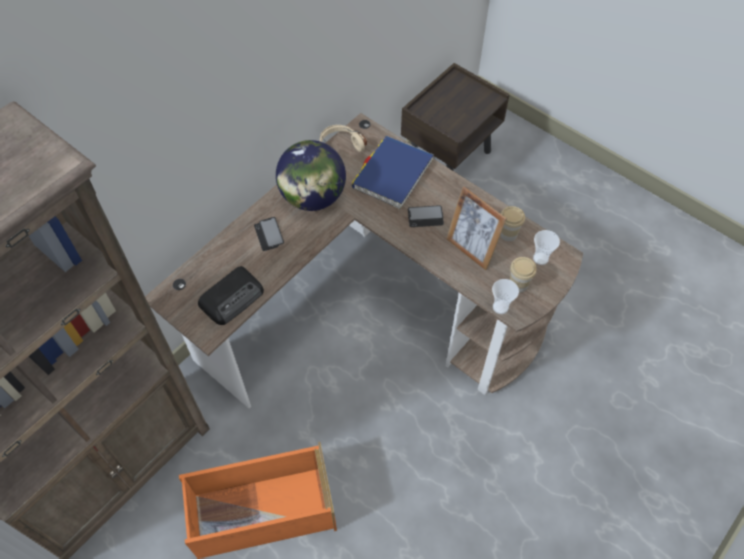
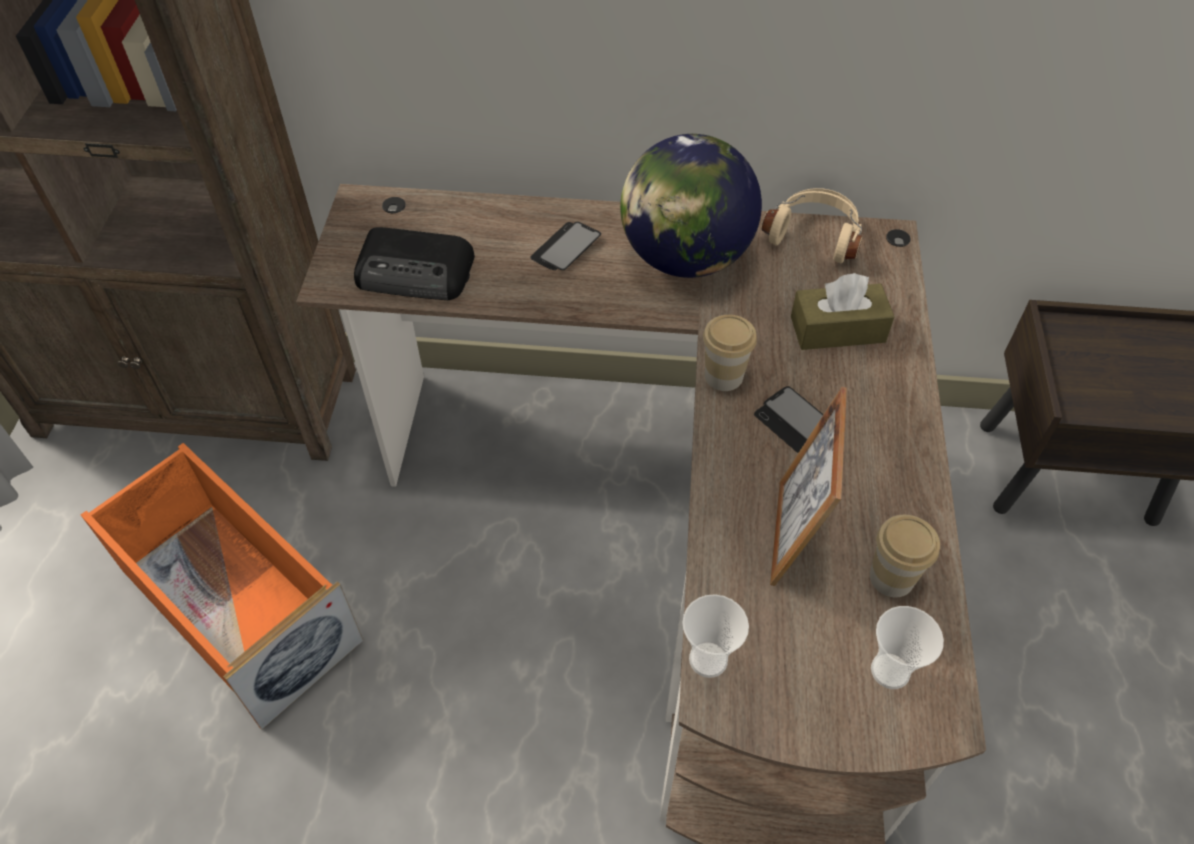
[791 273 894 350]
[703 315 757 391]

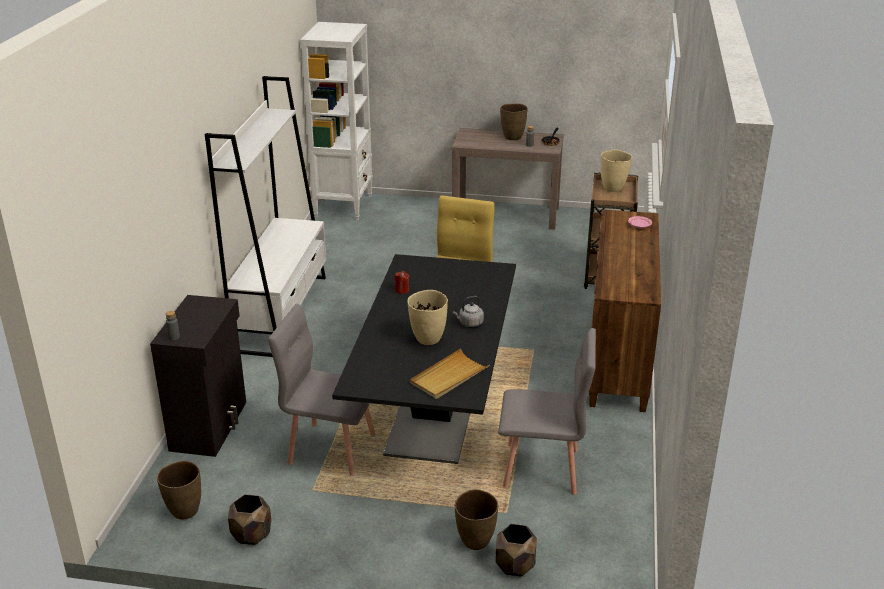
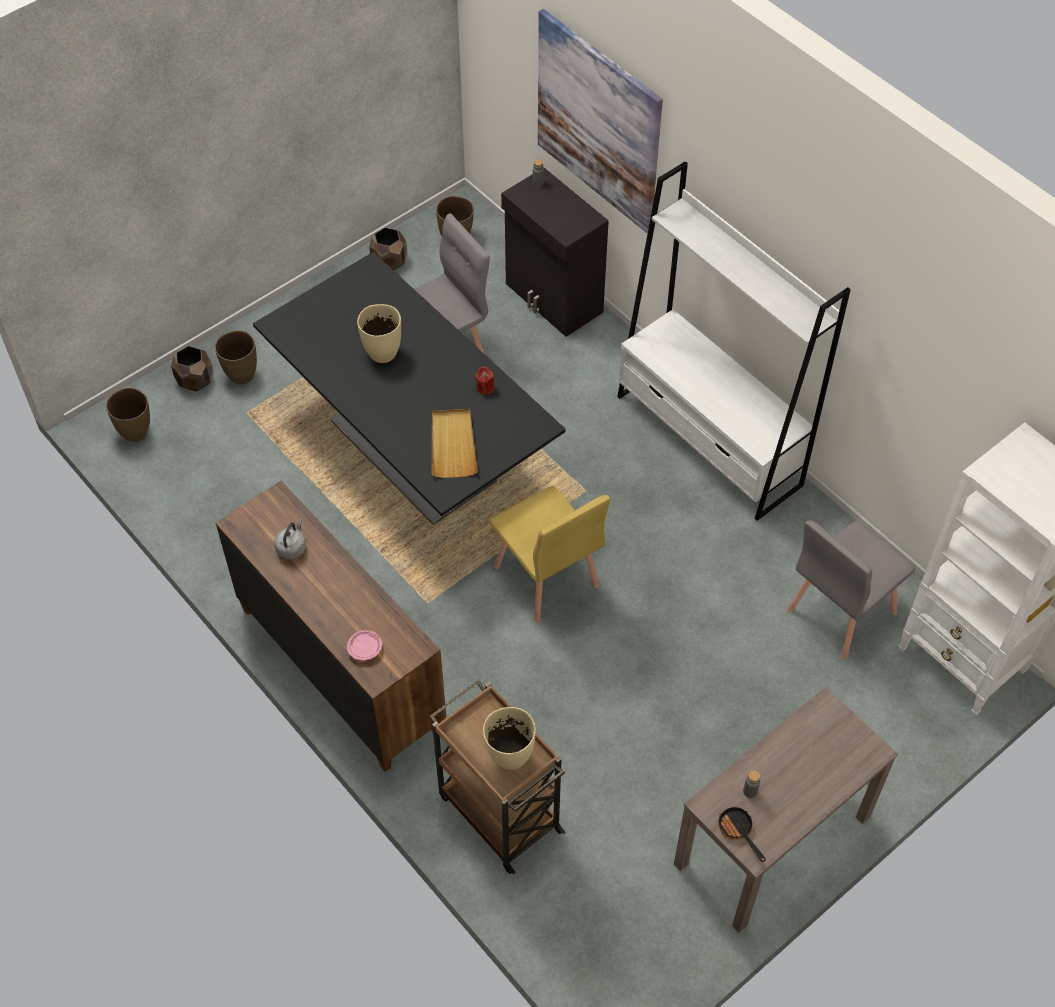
[106 388 150 442]
[274 519 306 559]
[787 520 915 659]
[432 409 478 478]
[538 9 663 233]

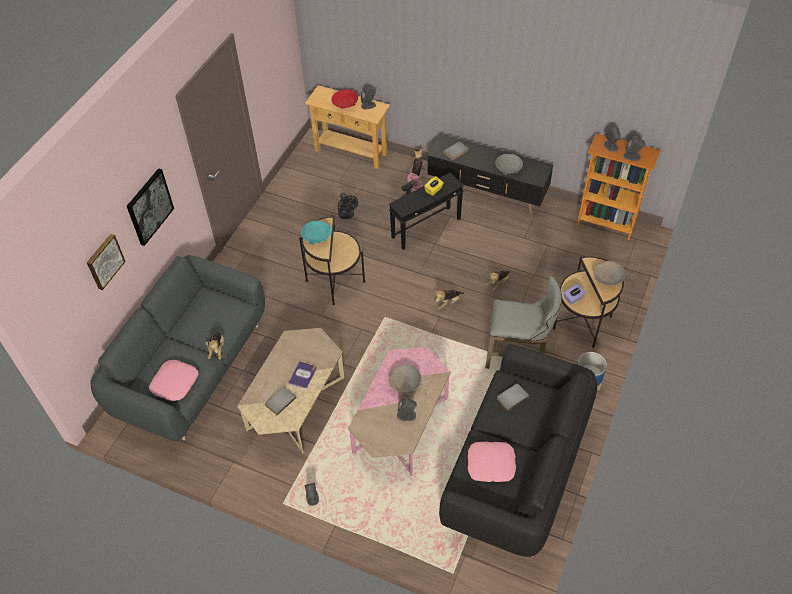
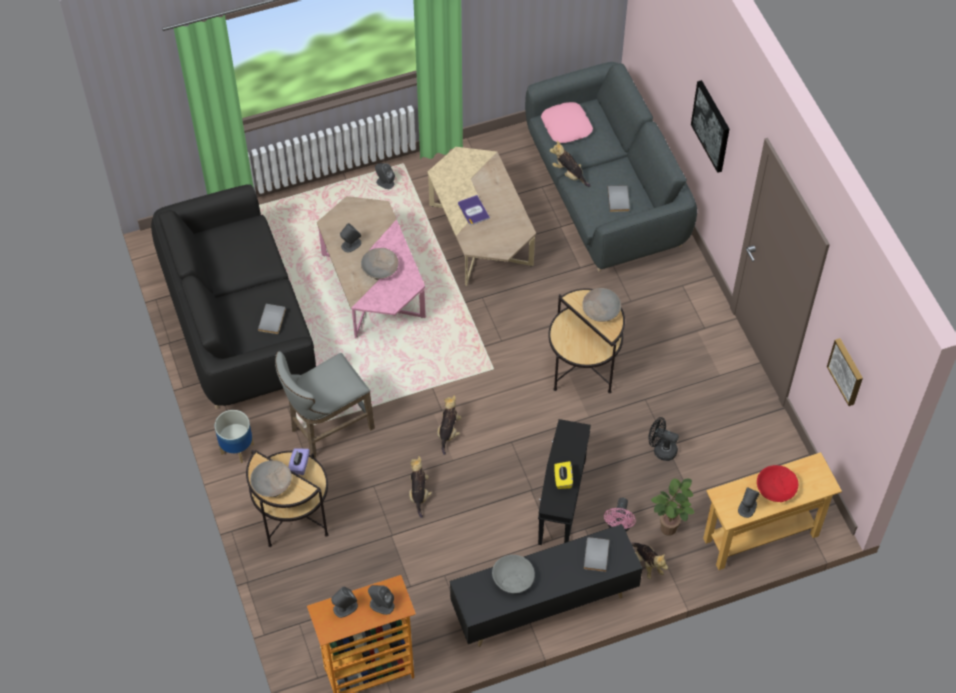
[582 288 621 322]
[827 338 863 406]
[608 185 630 212]
[468 442 516 482] (first image)
[651 478 695 536]

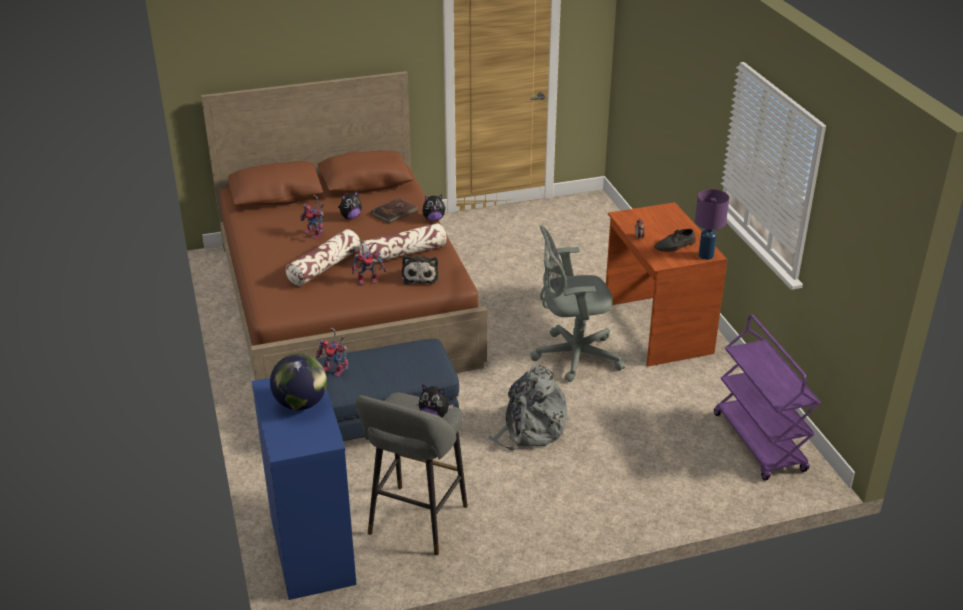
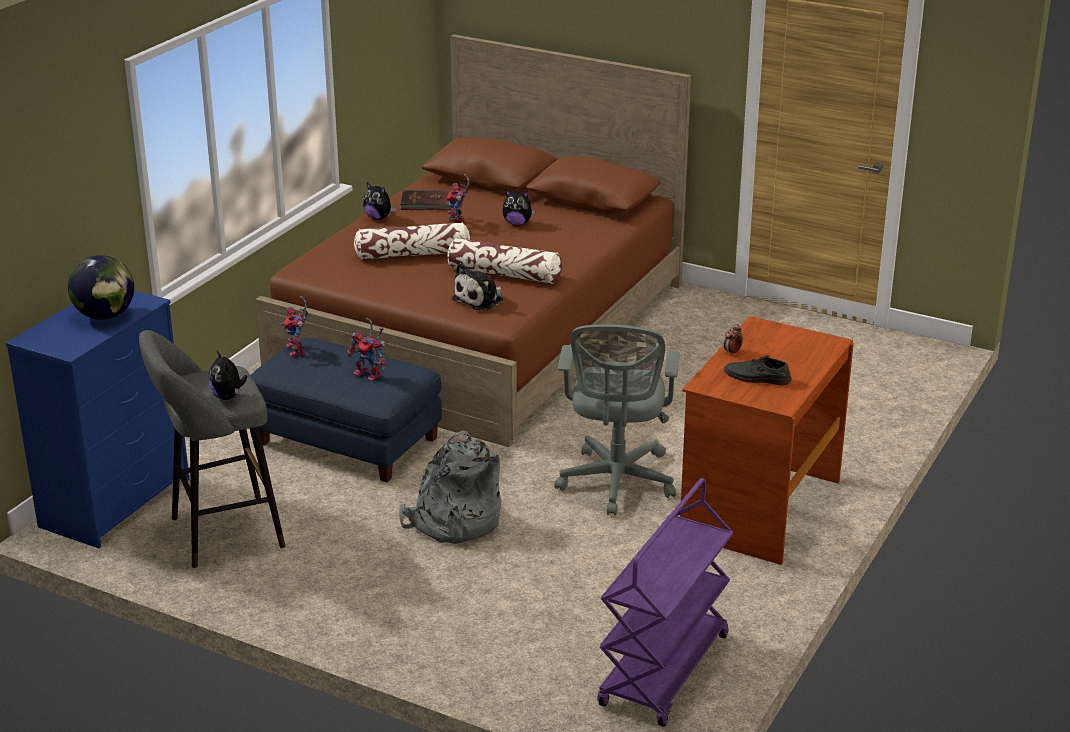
[695 189 729 260] (first image)
[363 183 396 220]
[400 190 450 210]
[554 324 680 516]
[346 318 386 381]

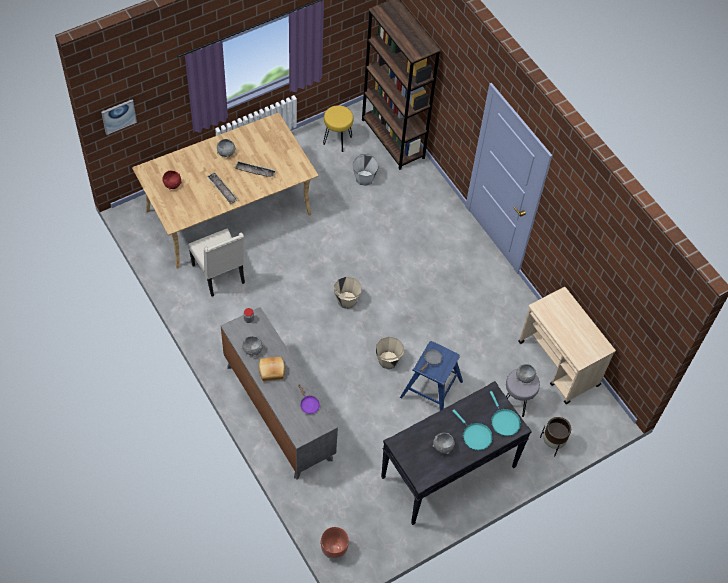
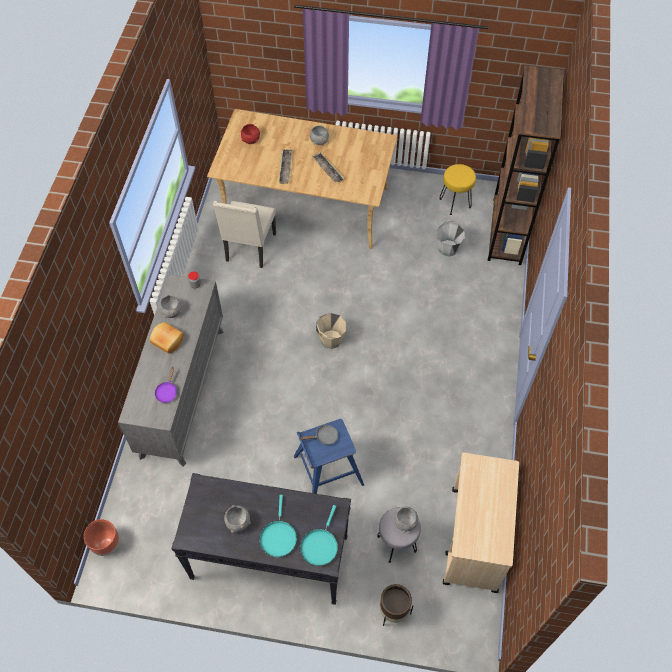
[101 100 137 135] (first image)
[376 337 404 369] (first image)

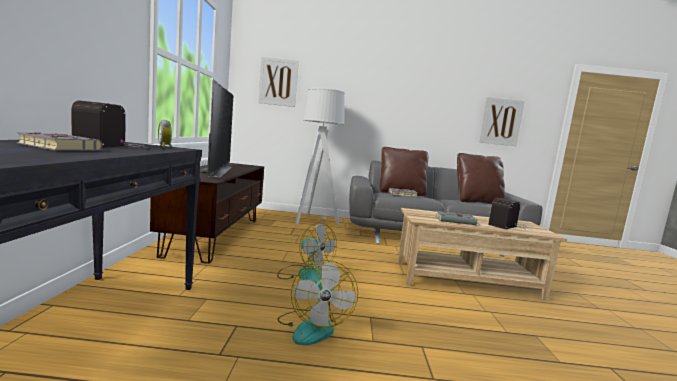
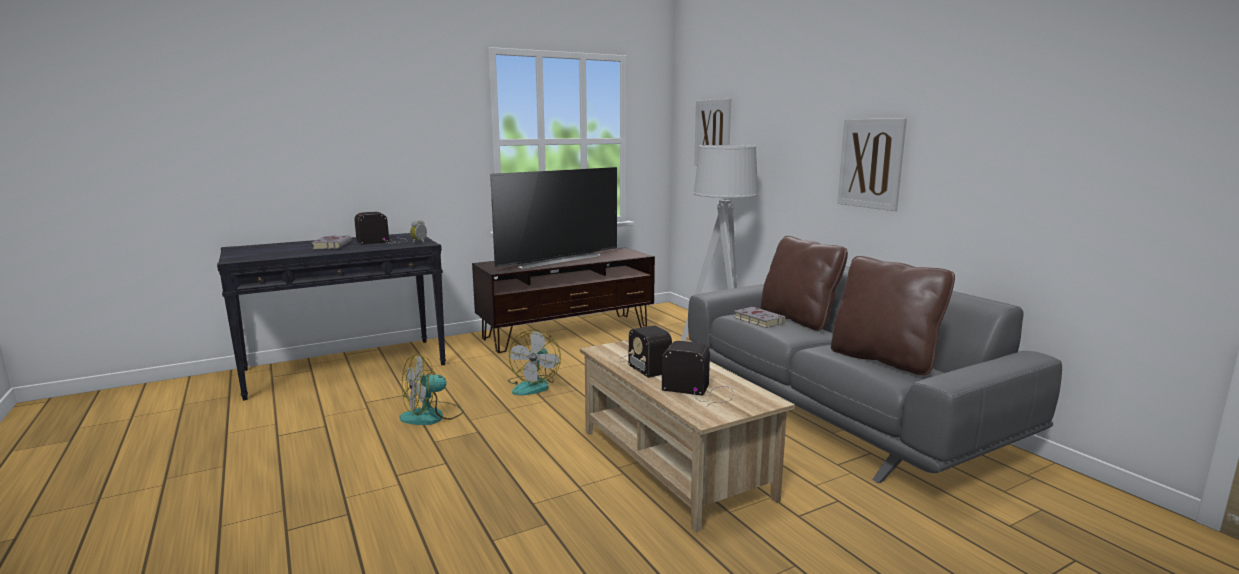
[837 118 907 211]
[619 325 672 378]

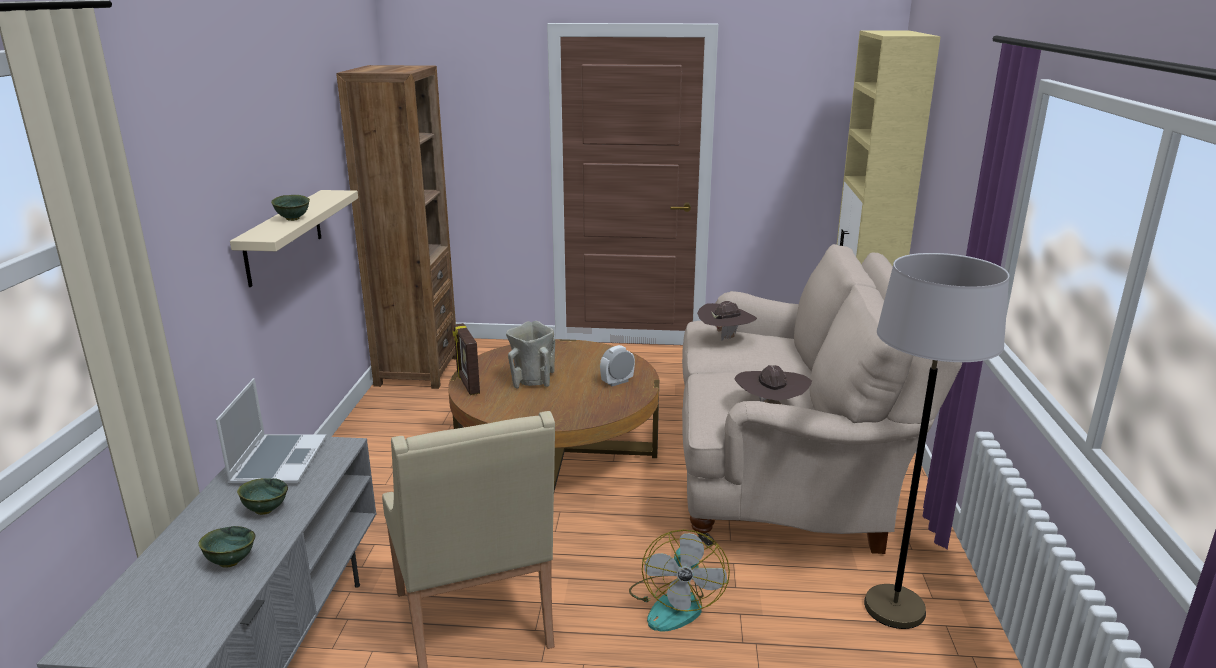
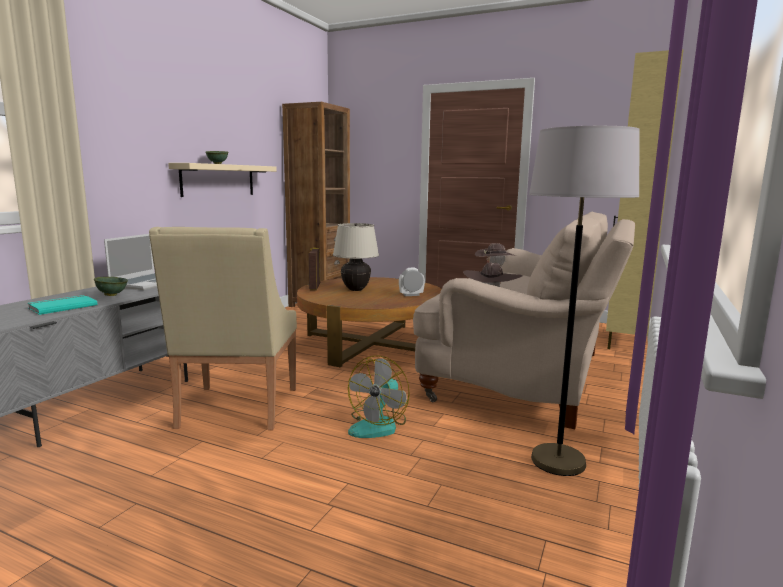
[333 223 379 291]
[28 295 98 315]

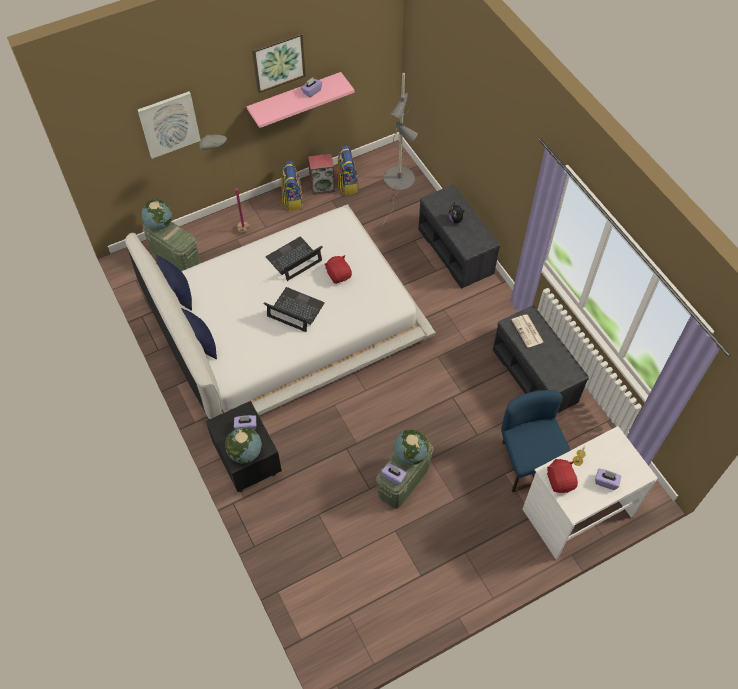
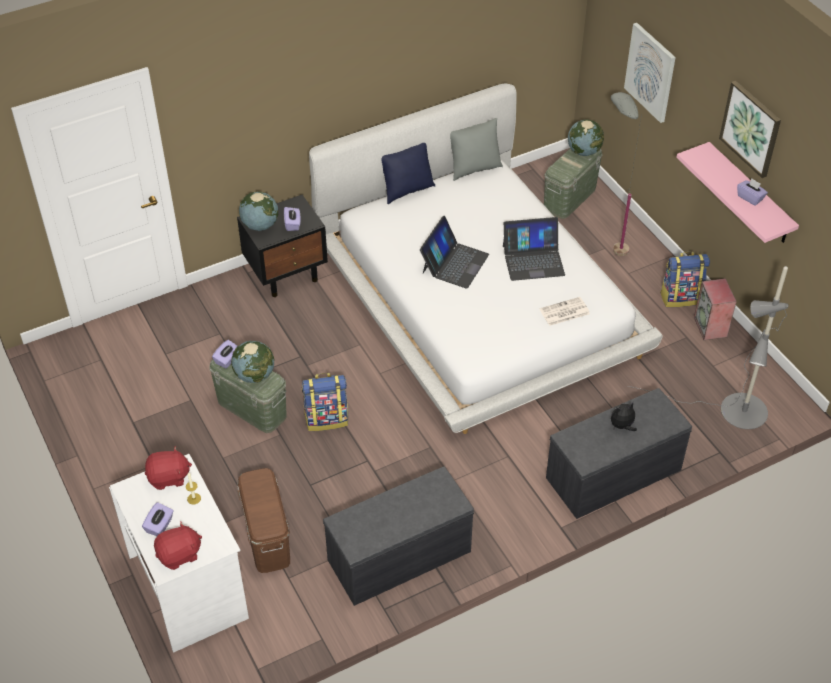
[302 373 348 431]
[503 217 565 281]
[450 118 503 181]
[154 522 202 570]
[540 297 590 326]
[237 468 290 573]

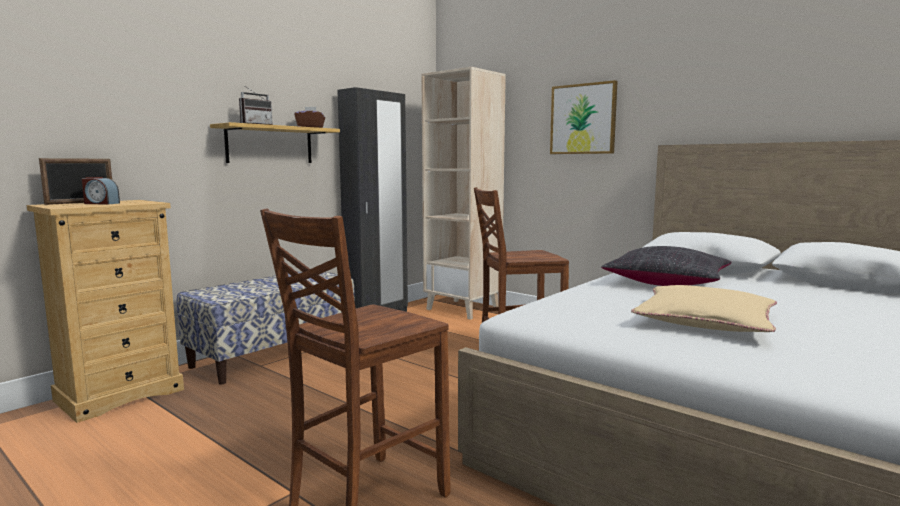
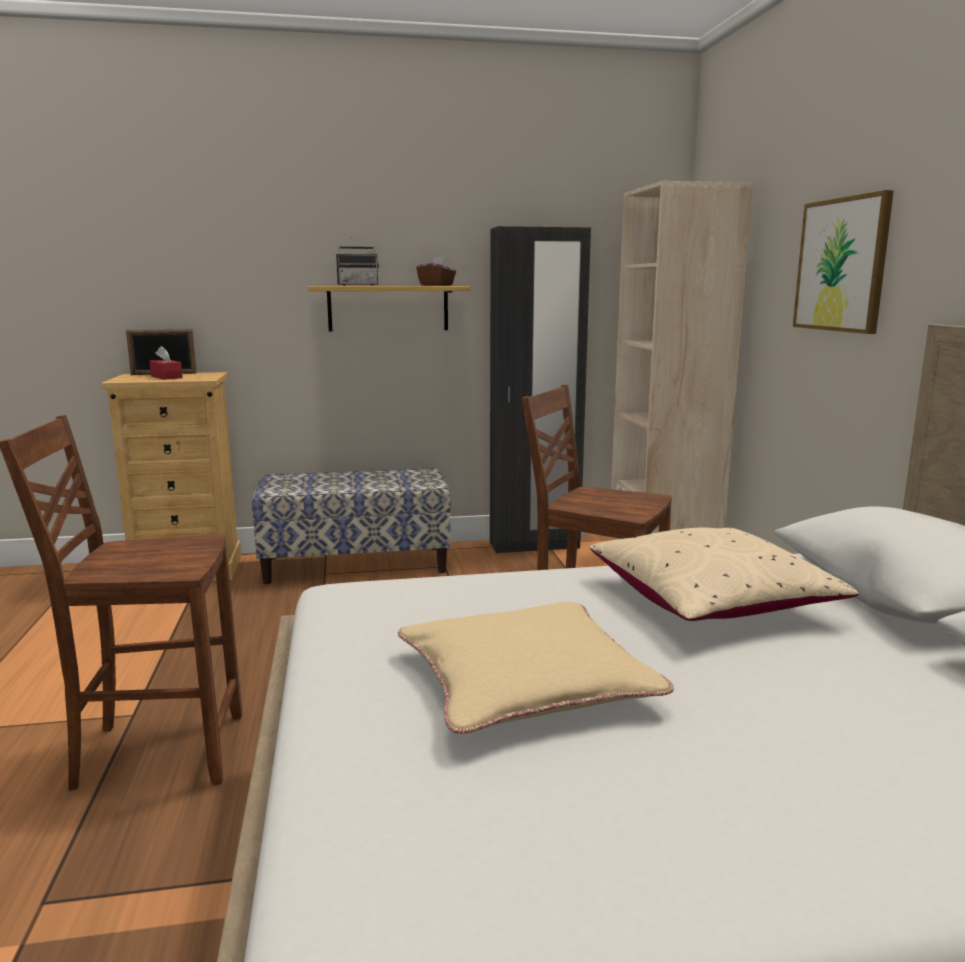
[149 346 183 380]
[589 527 858 621]

